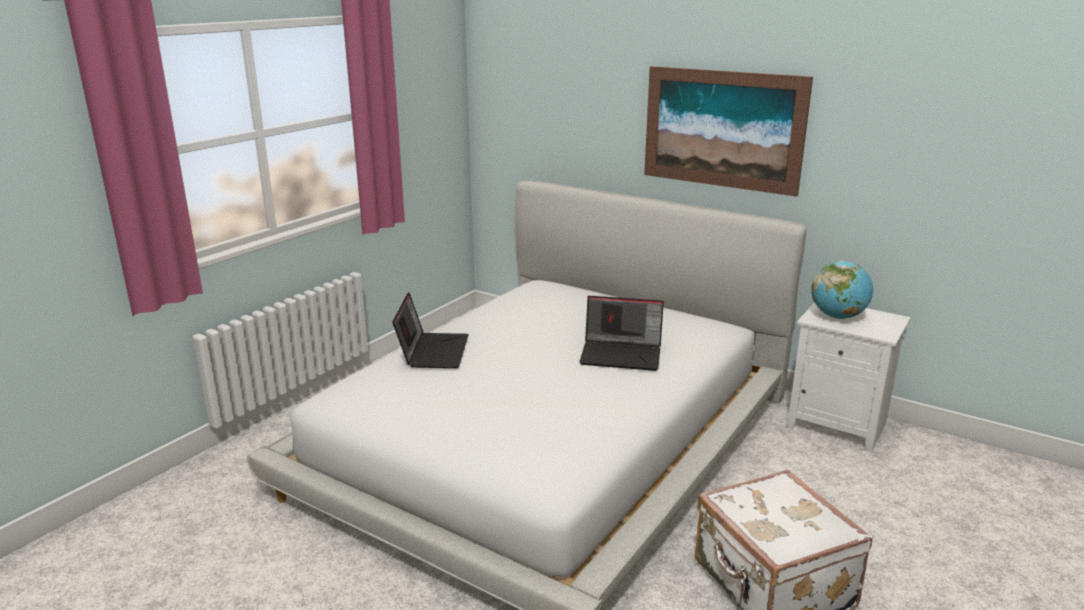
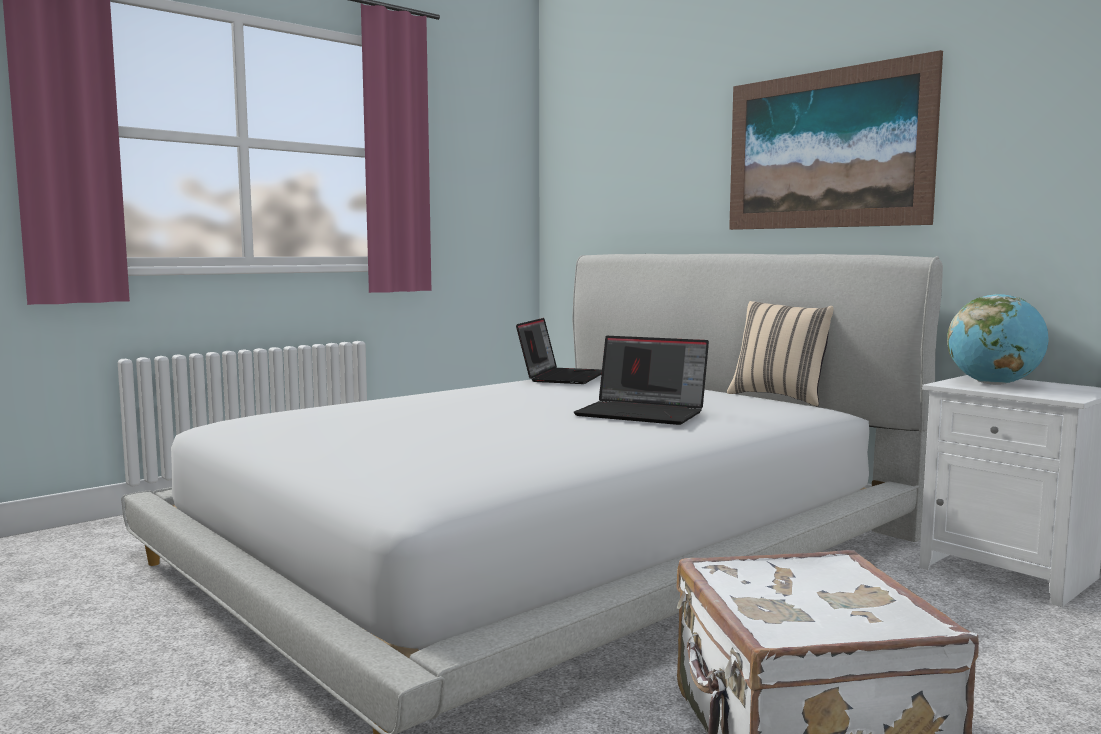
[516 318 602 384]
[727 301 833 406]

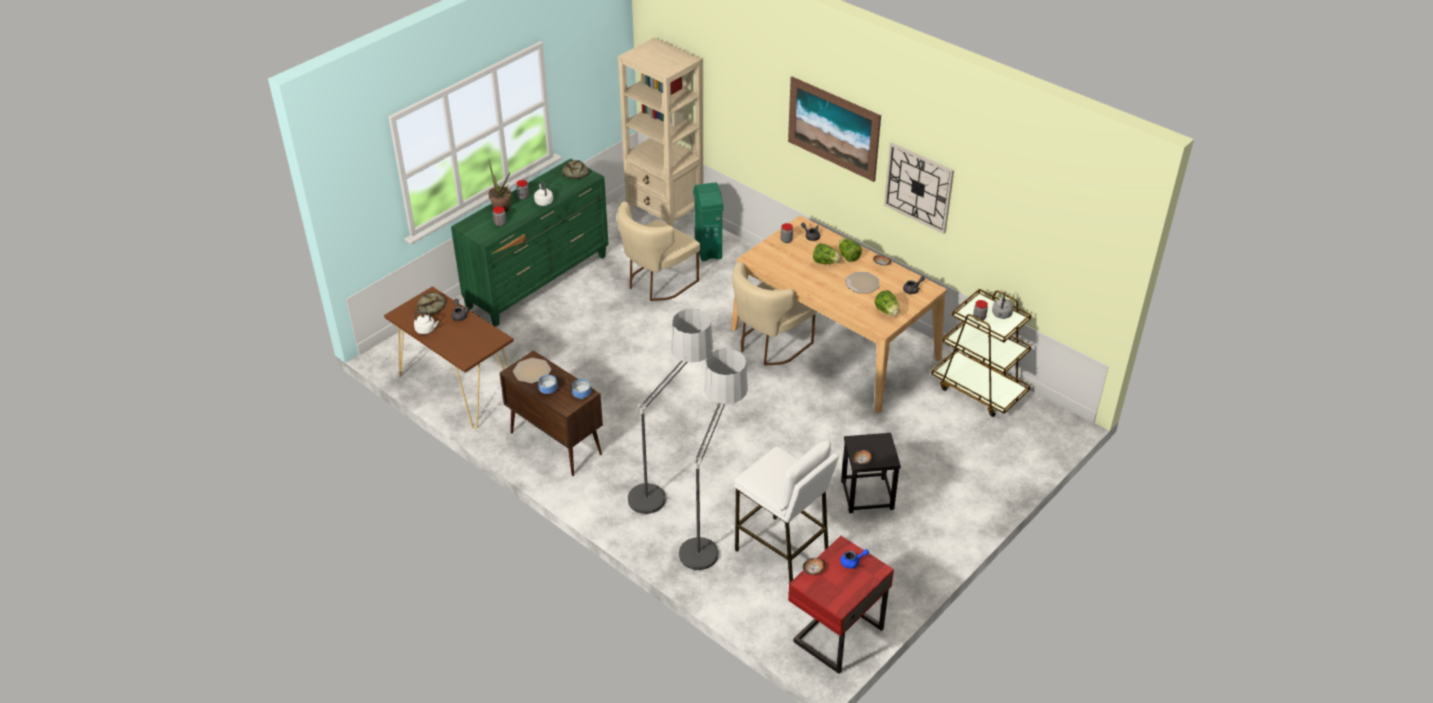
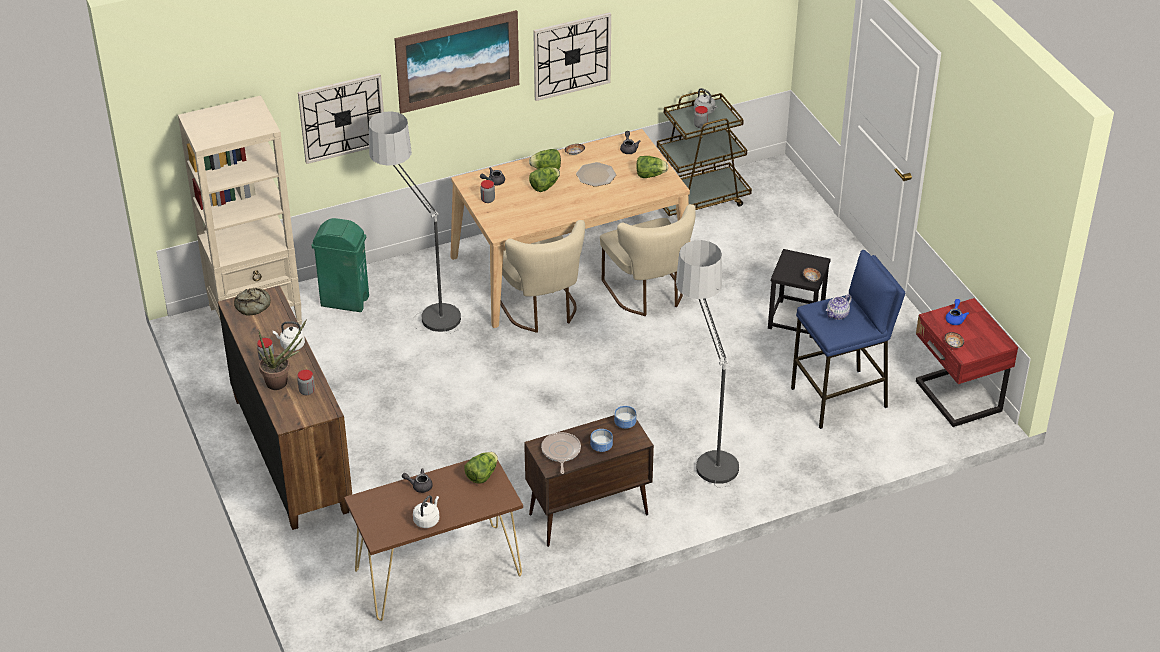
[218 285 352 530]
[600 204 696 316]
[417 292 446 315] (first image)
[369 111 461 334]
[541 432 581 474]
[791 250 905 429]
[298 73 384 164]
[826 294 852 320]
[464 452 498 484]

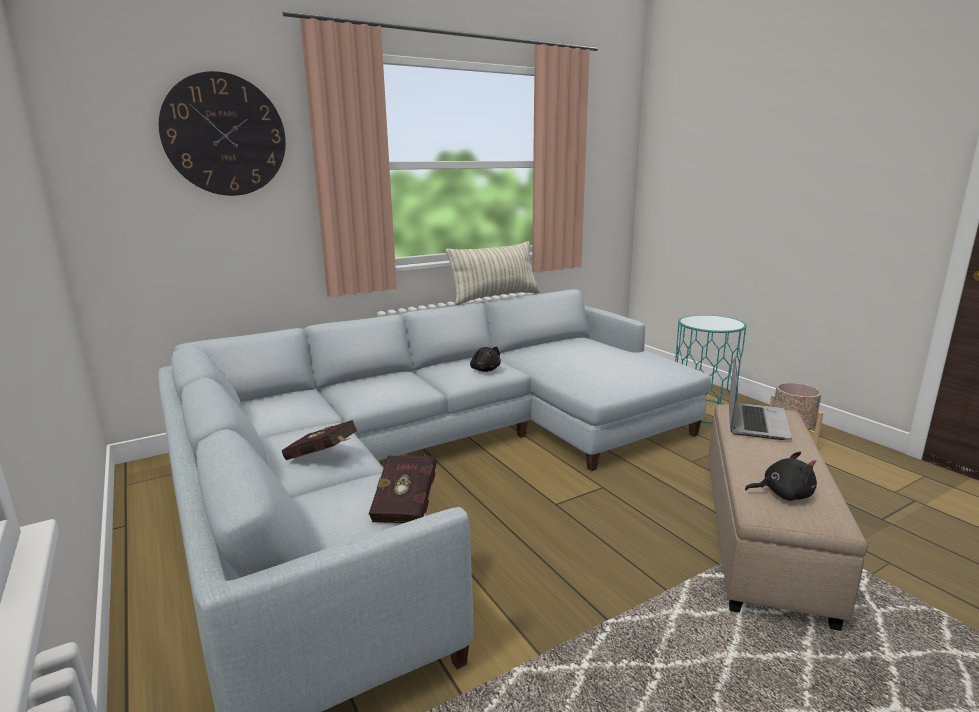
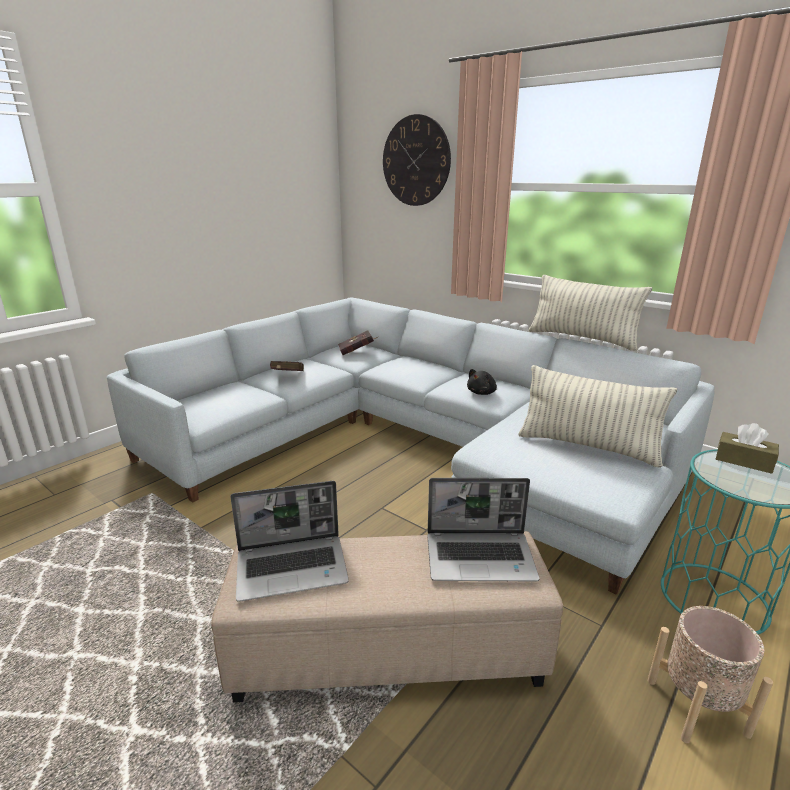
[230 481 349 602]
[338 330 377 355]
[518 365 677 468]
[716 423 779 474]

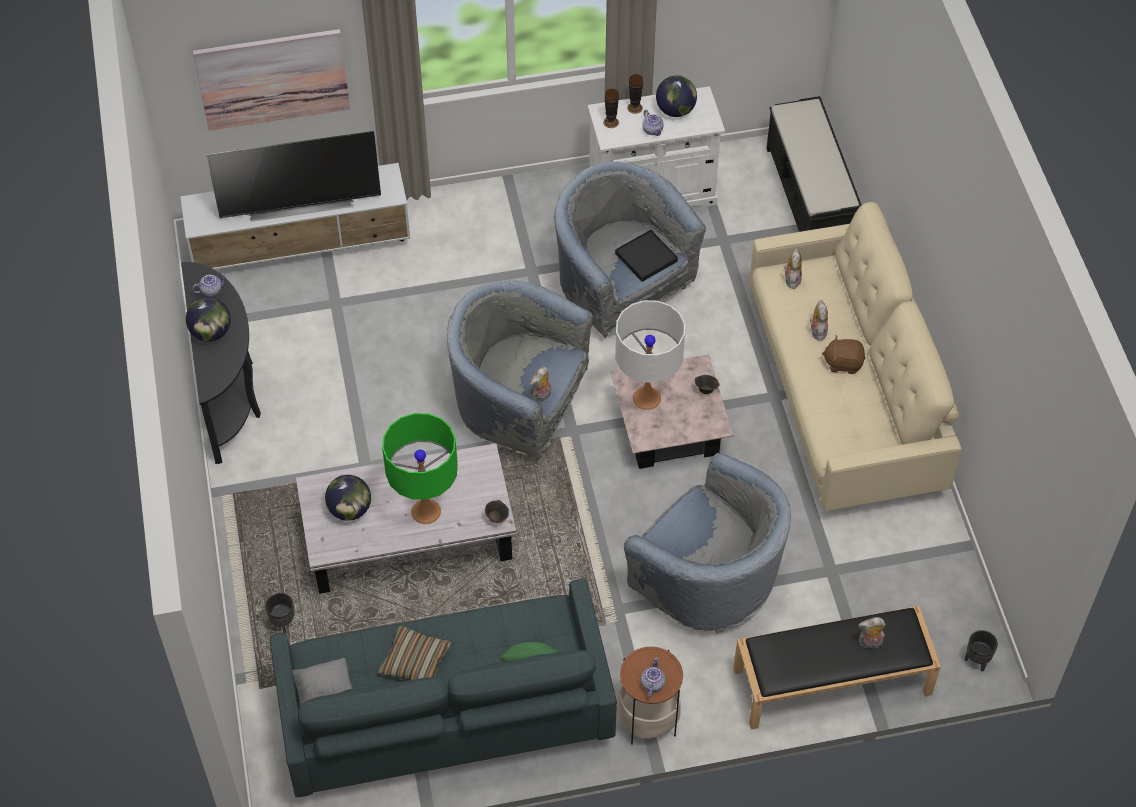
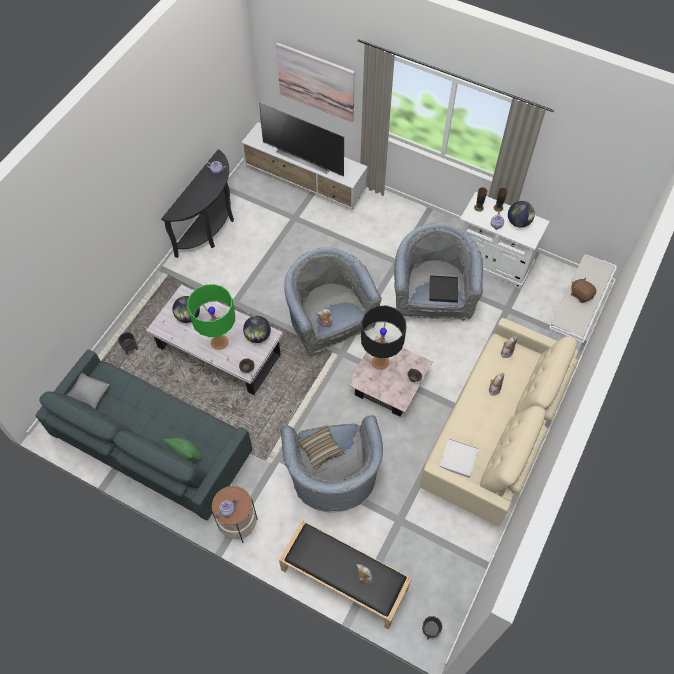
[547 255 617 350]
[243 316 271 343]
[361 306 406 370]
[571 277 596 303]
[299 426 343 469]
[440 438 479 478]

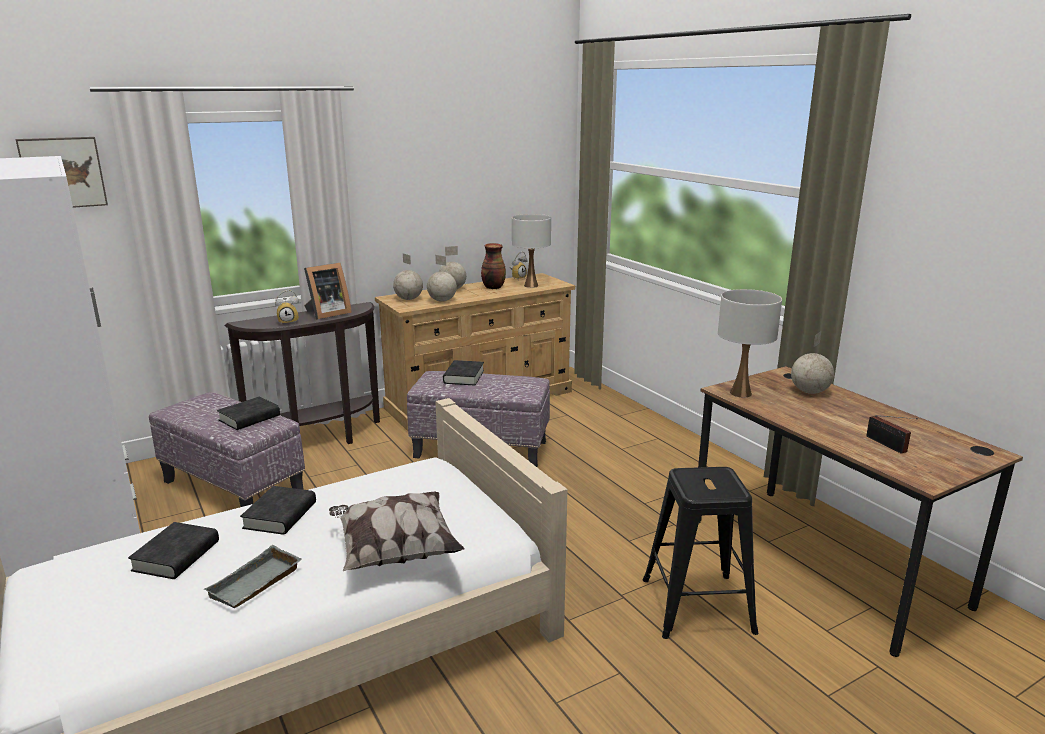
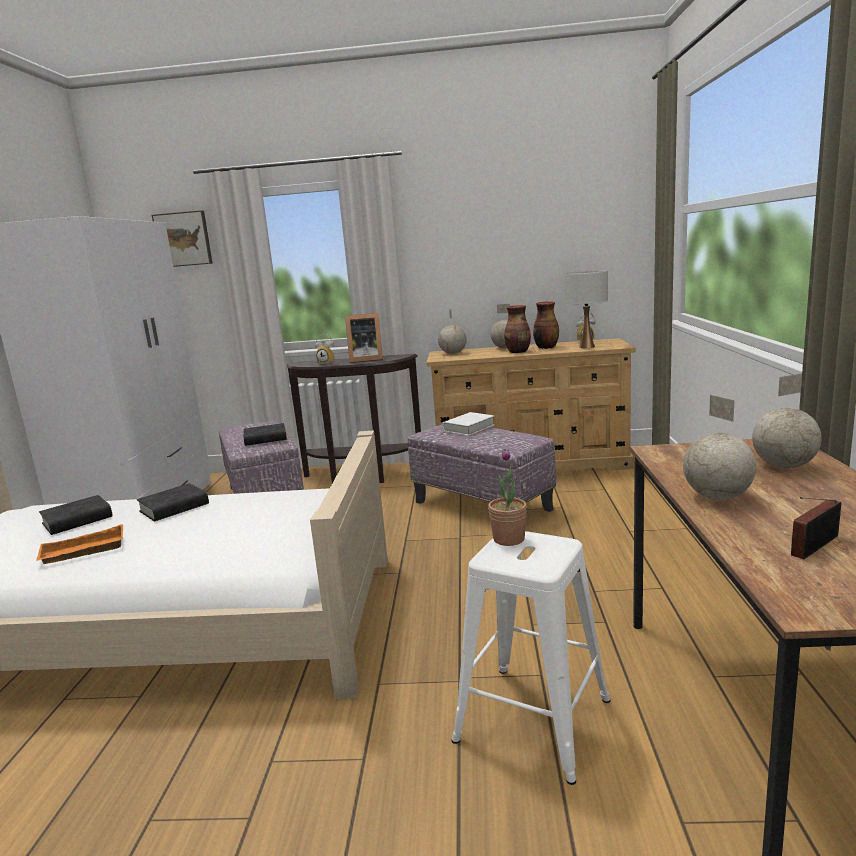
[683 395 756 500]
[718 289 782 397] (first image)
[442 412 495 436]
[791 497 841 559]
[451 531 611 785]
[329 492 465 571] (first image)
[36 524 123 564]
[504 305 531 353]
[488 449 527 546]

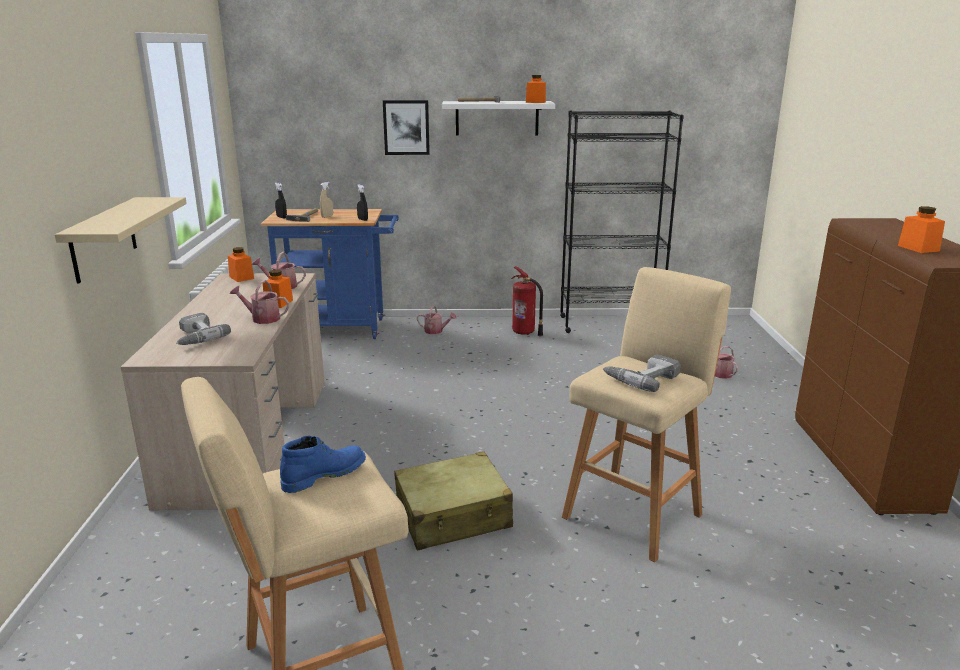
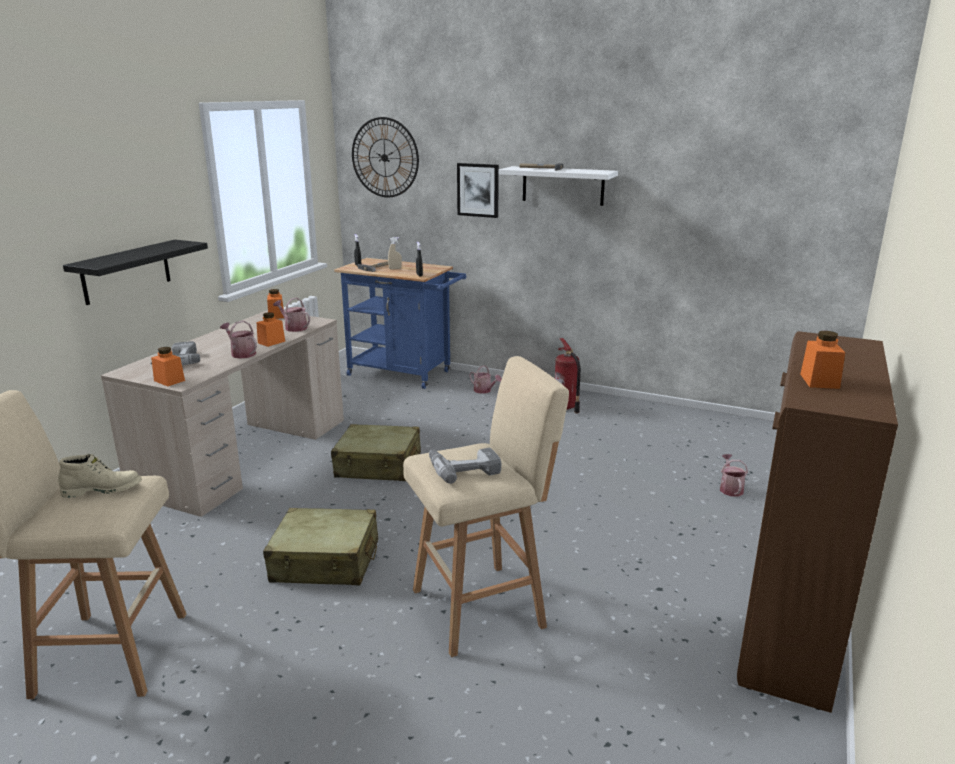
[151 347 185 387]
[560 110 684 333] (first image)
[63 240 208 305]
[58 454 142 498]
[352 117 419 197]
[331 424 421 481]

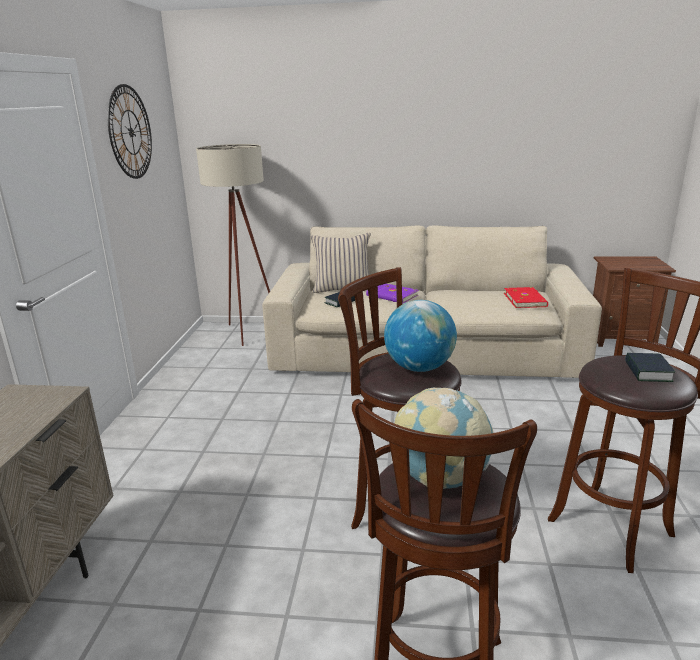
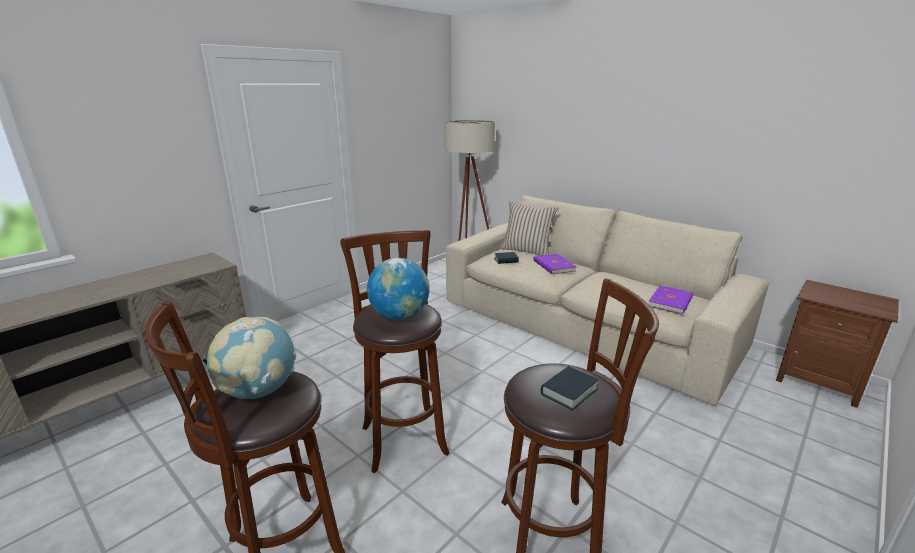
[108 84 152 179] (first image)
[649 285 693 315]

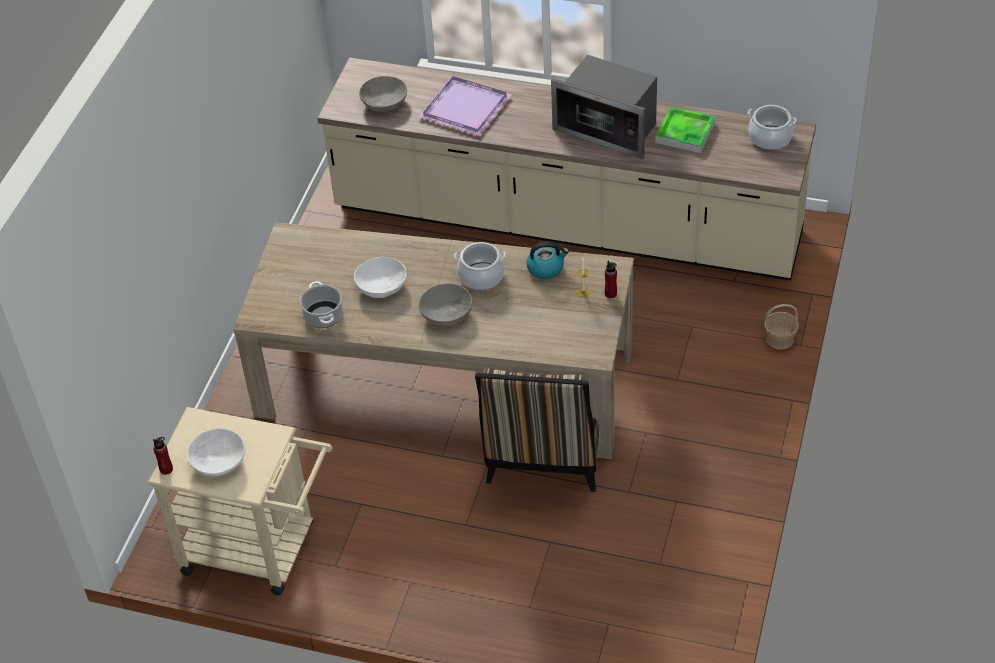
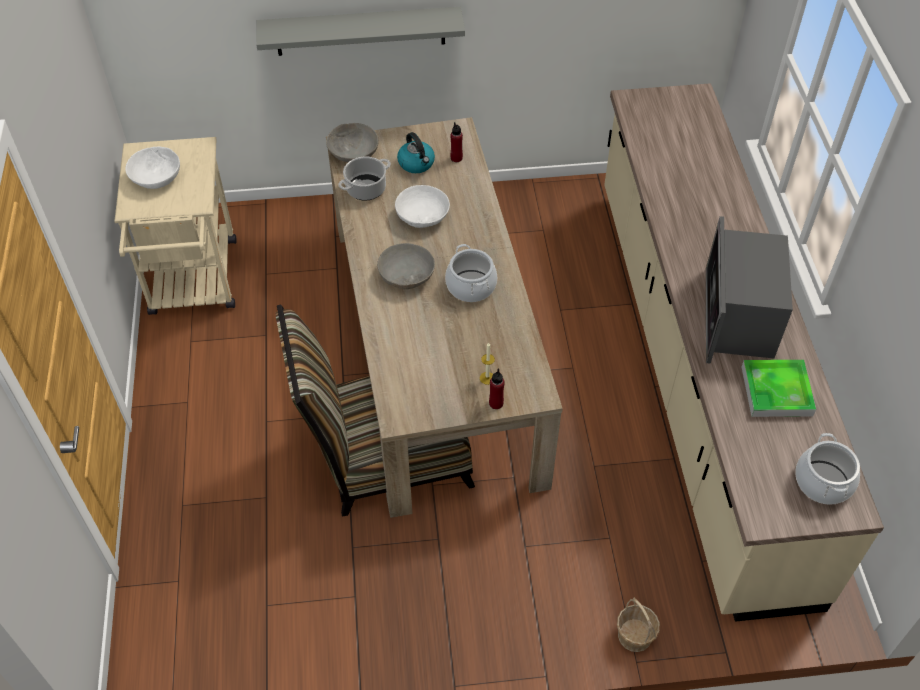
[326 123 379 162]
[418 76 512 136] (first image)
[397 132 435 173]
[450 122 463 162]
[256 7 465 56]

